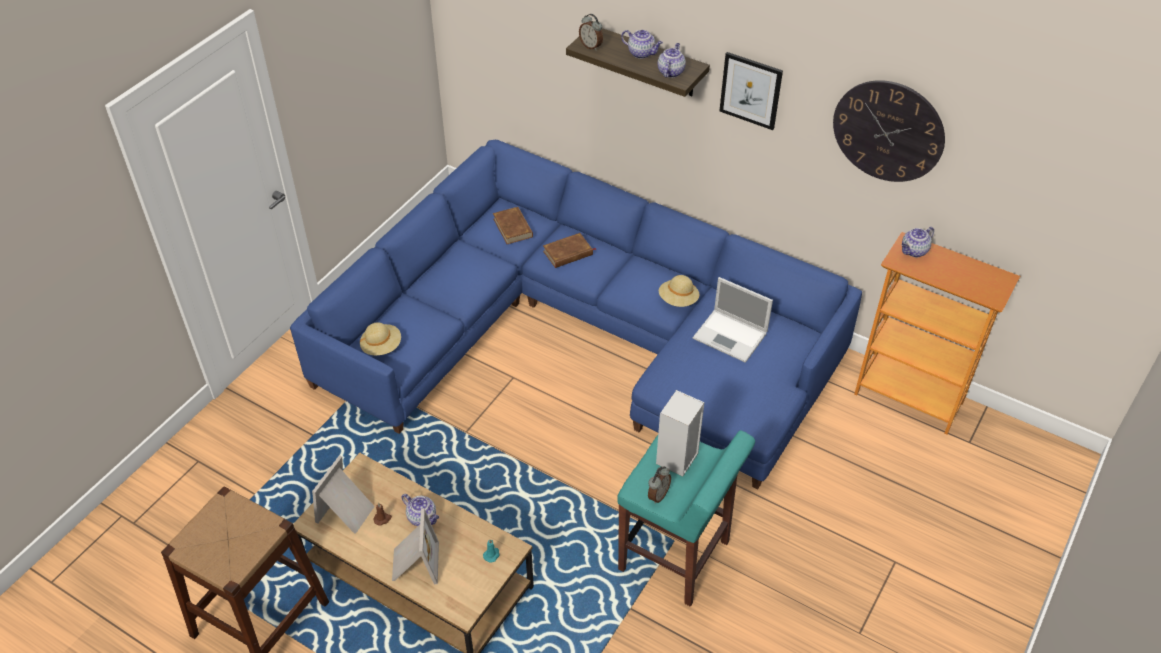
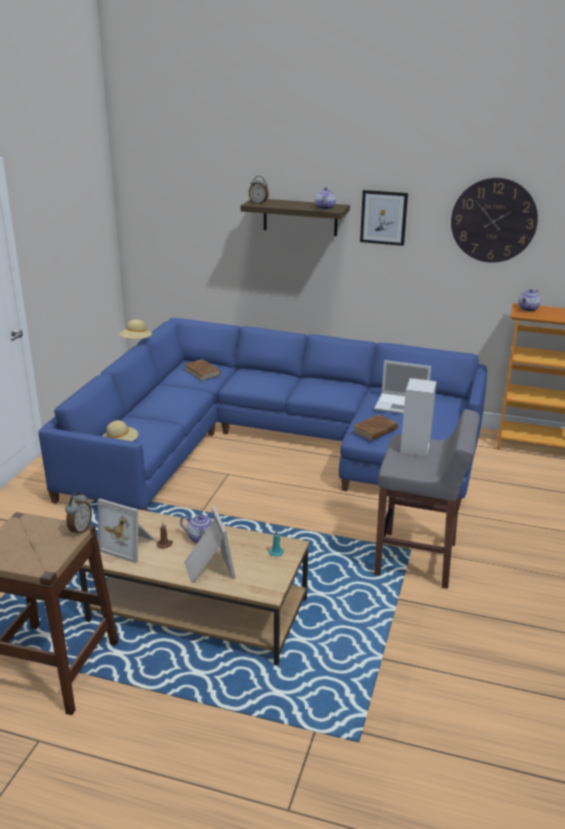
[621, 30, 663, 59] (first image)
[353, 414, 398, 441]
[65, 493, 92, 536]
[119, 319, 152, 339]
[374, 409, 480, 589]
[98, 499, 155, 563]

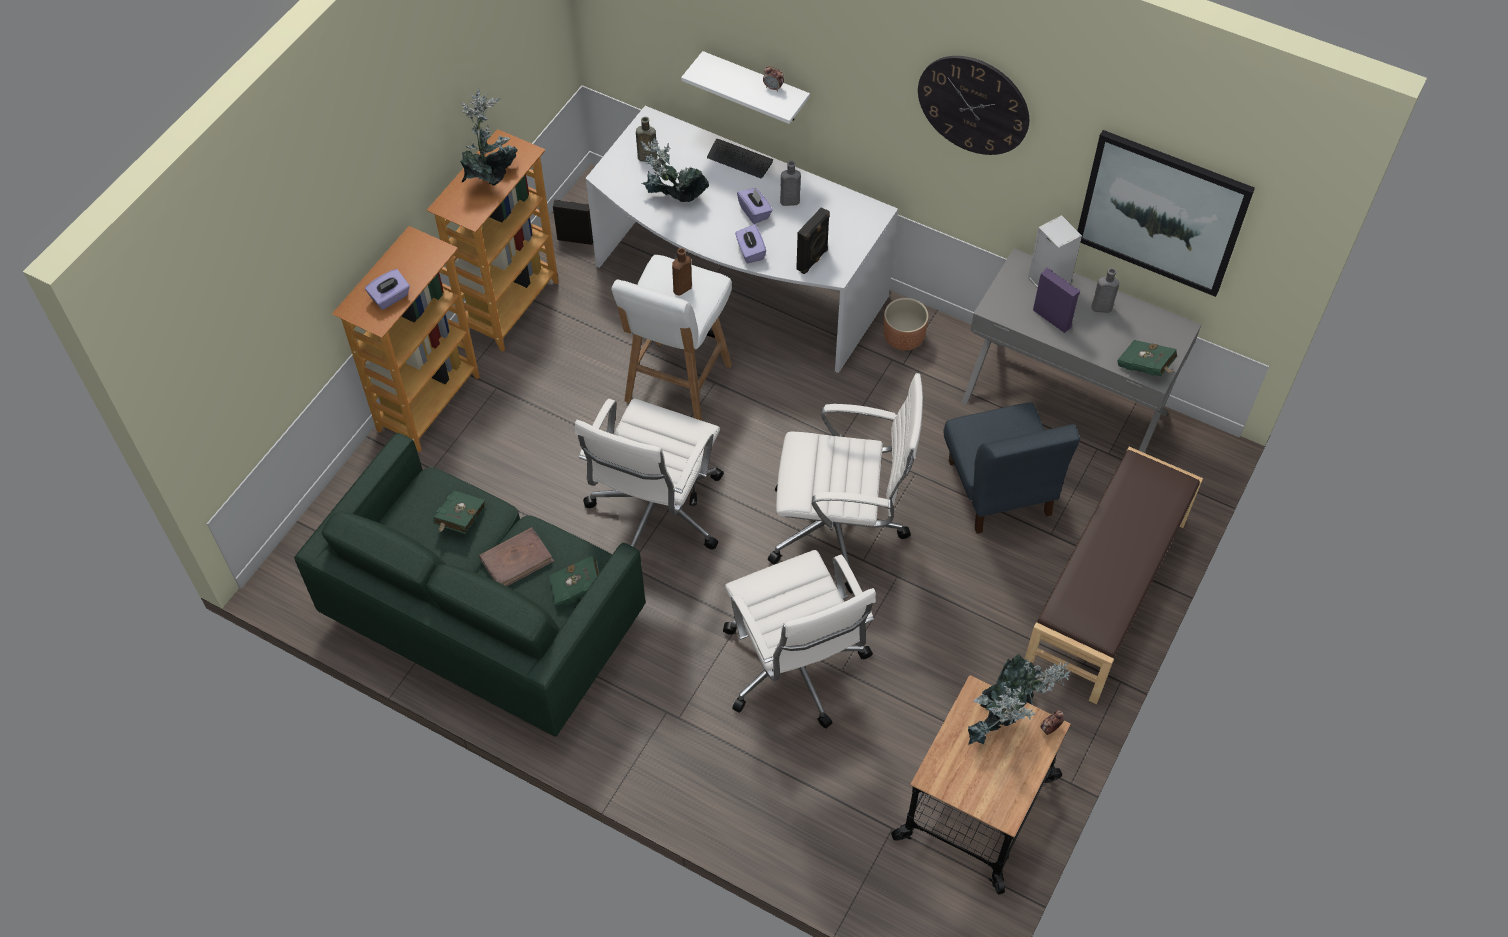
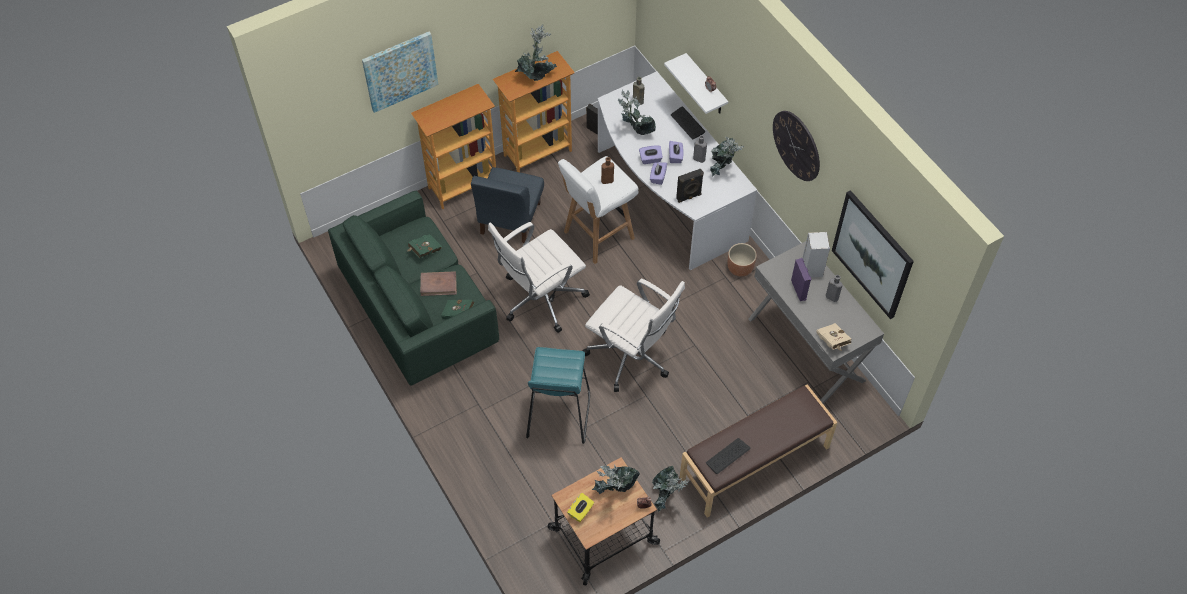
[362, 32, 438, 113]
[567, 493, 594, 522]
[706, 438, 751, 474]
[710, 137, 744, 177]
[639, 145, 663, 164]
[471, 167, 544, 243]
[526, 347, 590, 444]
[817, 323, 851, 351]

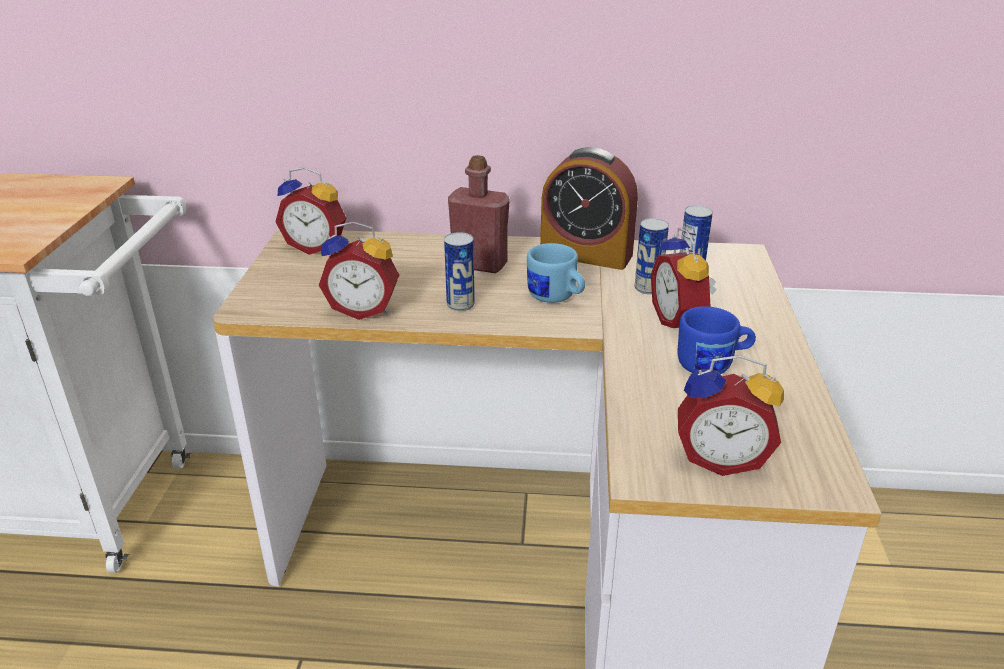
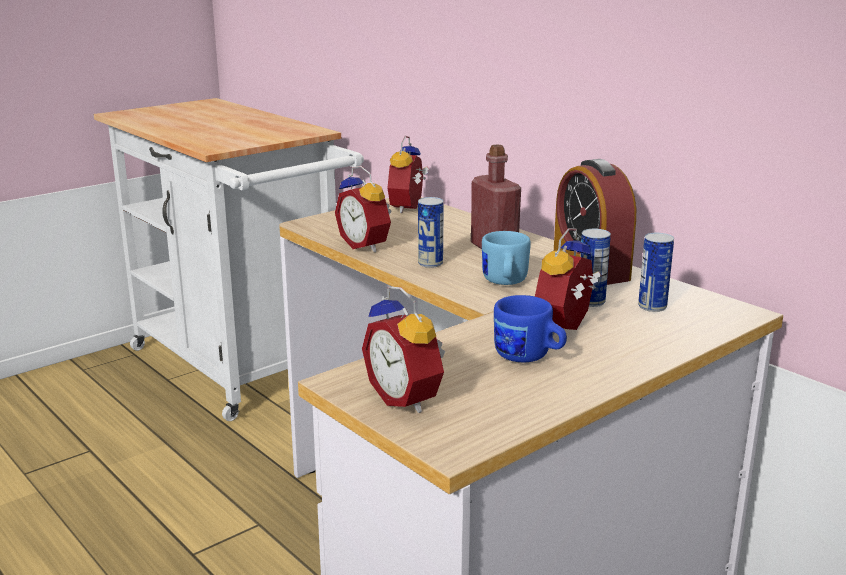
[388, 136, 429, 213]

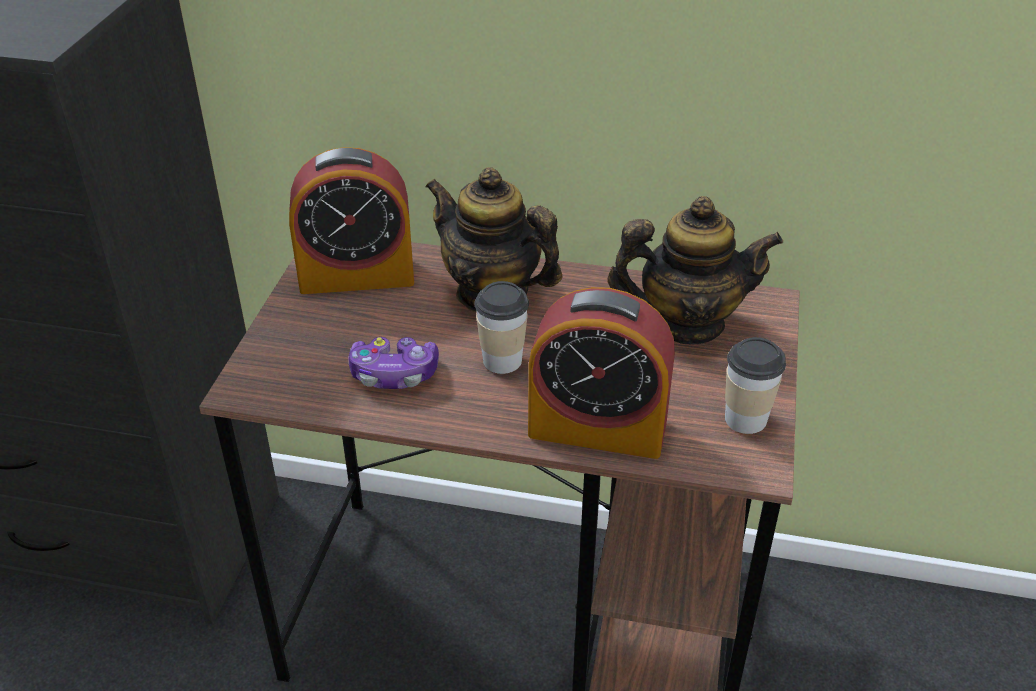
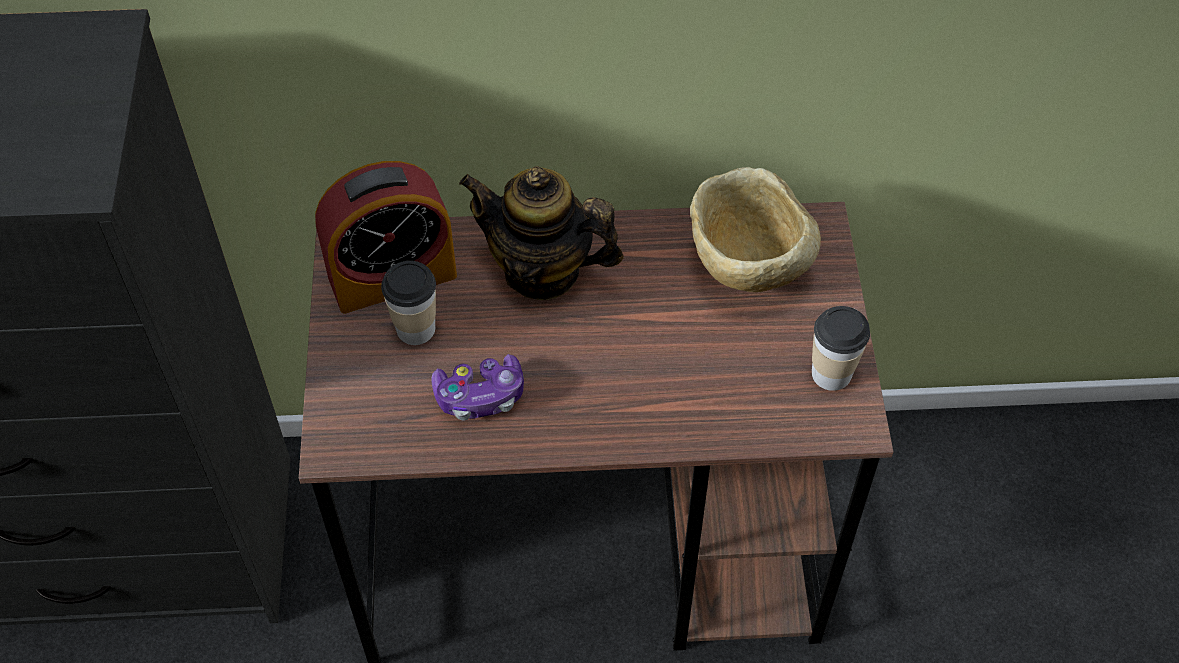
[528, 287, 675, 459] (first image)
[381, 261, 436, 345]
[690, 167, 821, 292]

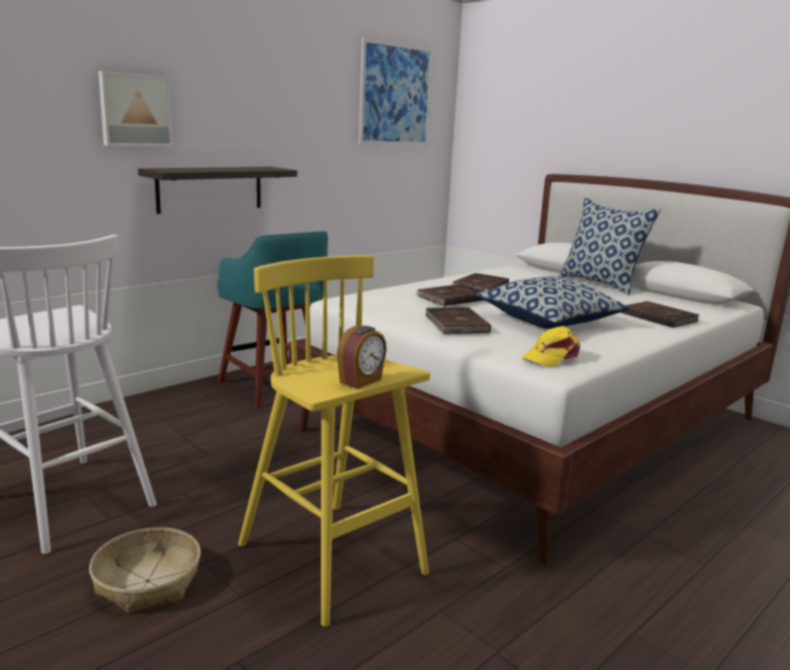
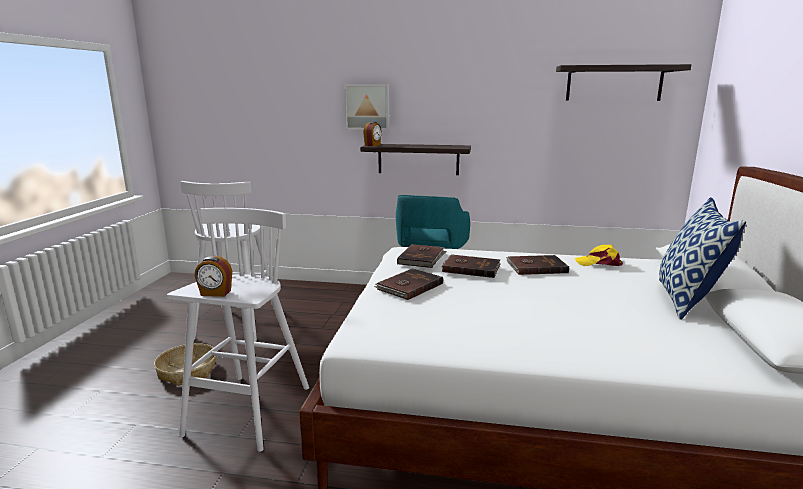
[476, 276, 631, 329] (first image)
[363, 122, 382, 146]
[575, 245, 623, 266]
[397, 244, 446, 268]
[556, 64, 691, 101]
[167, 208, 309, 452]

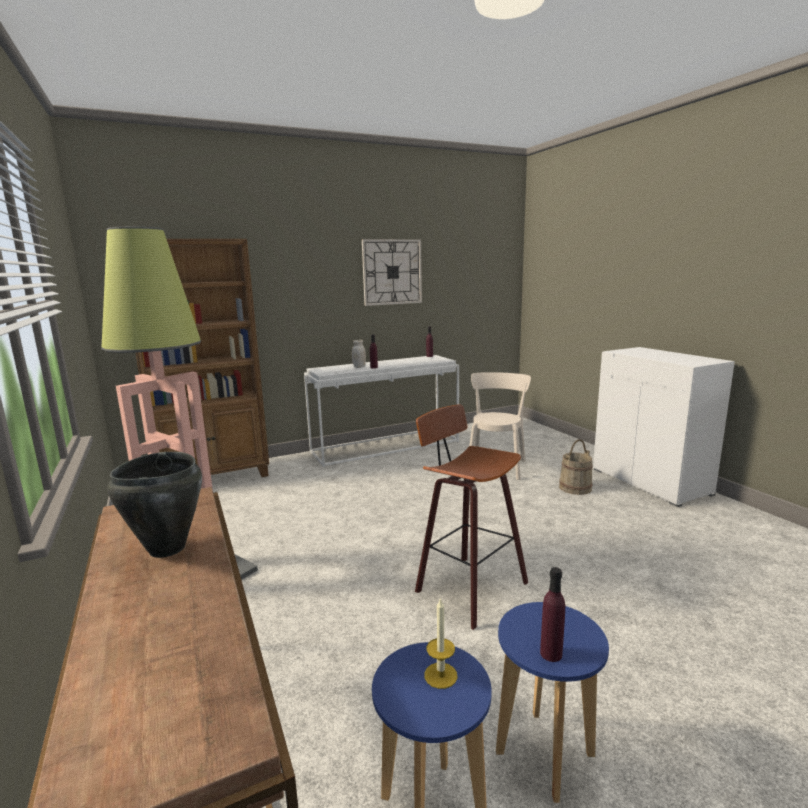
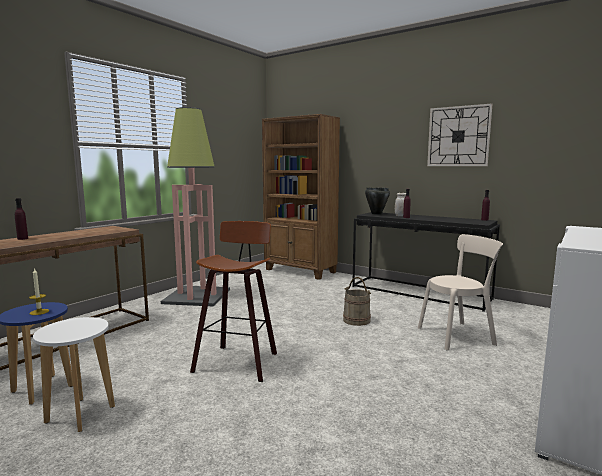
[365, 188, 390, 215]
[15, 198, 28, 240]
[343, 277, 371, 326]
[352, 212, 500, 312]
[33, 317, 115, 432]

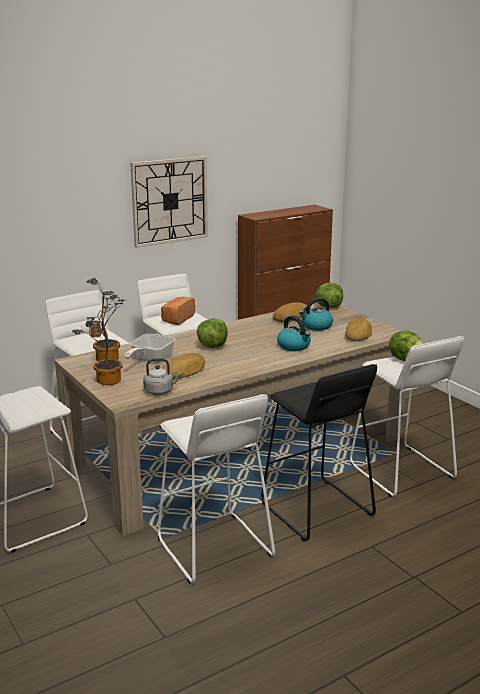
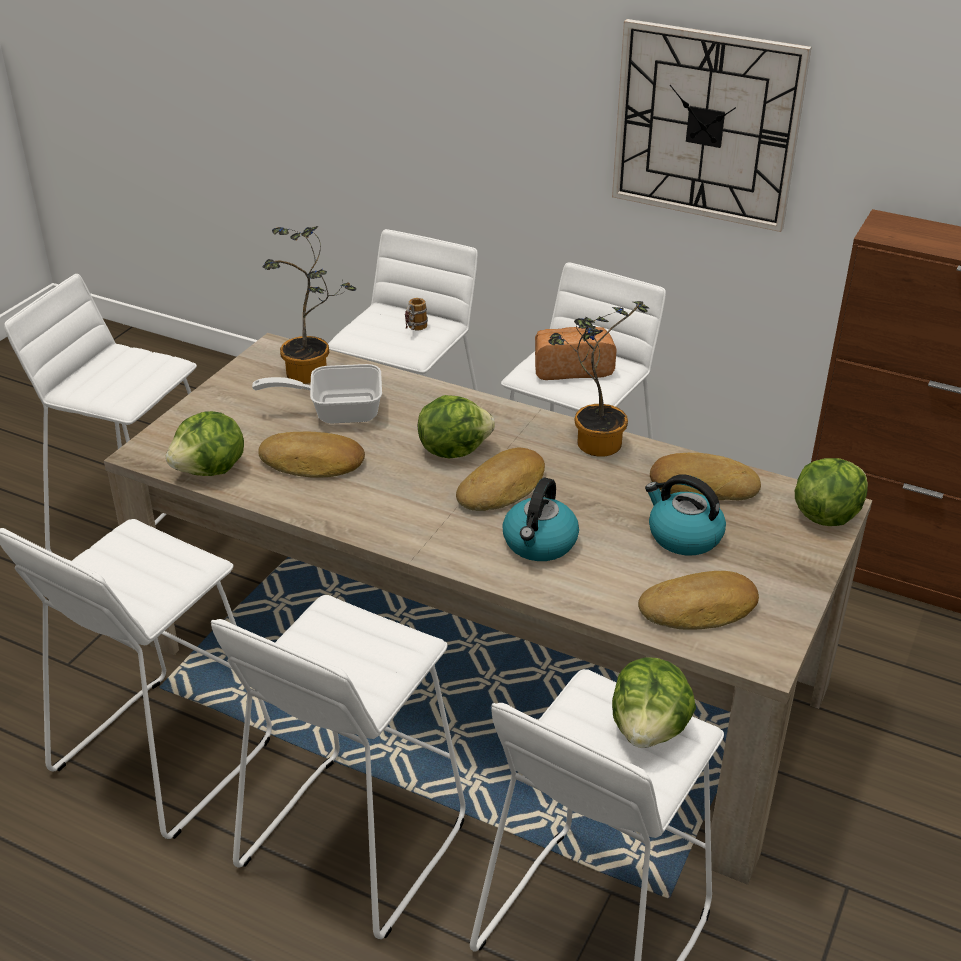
[456, 448, 545, 511]
[548, 301, 649, 457]
[166, 411, 244, 476]
[211, 595, 466, 939]

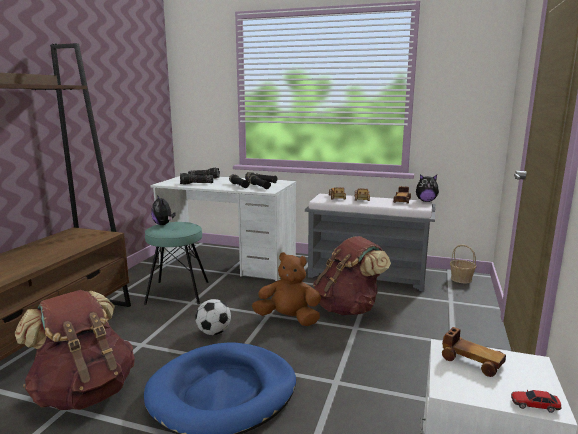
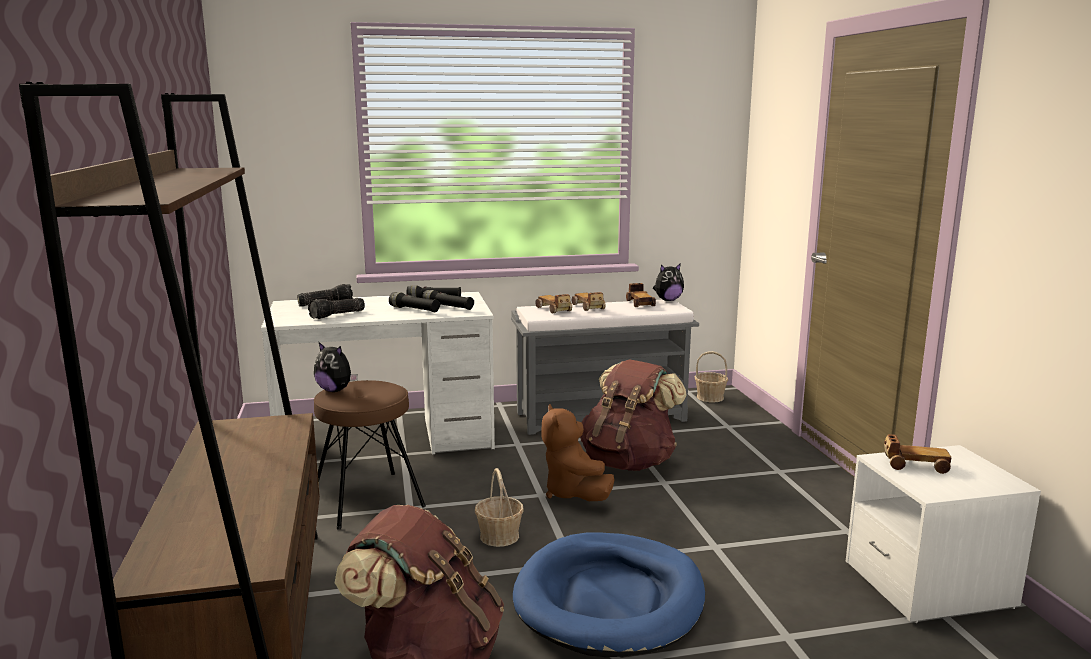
[511, 390, 562, 413] (first image)
[475, 468, 524, 547]
[314, 380, 426, 530]
[542, 404, 615, 501]

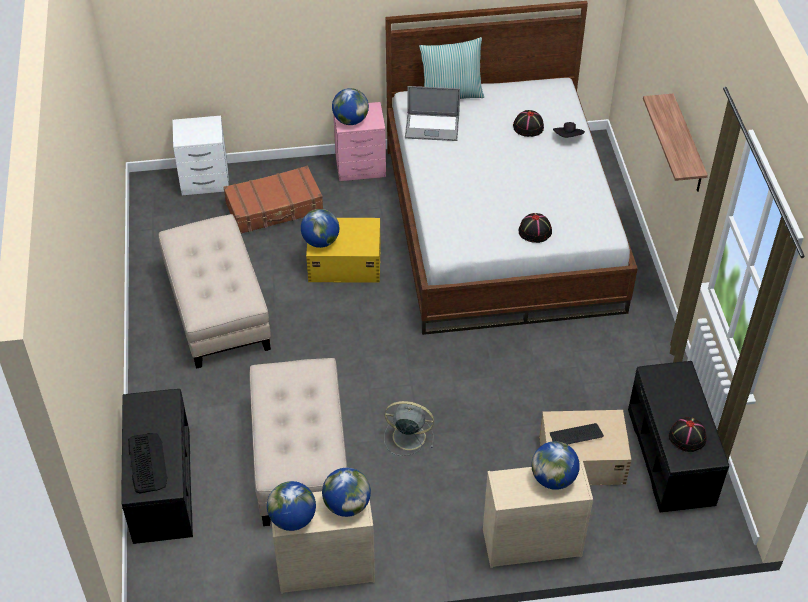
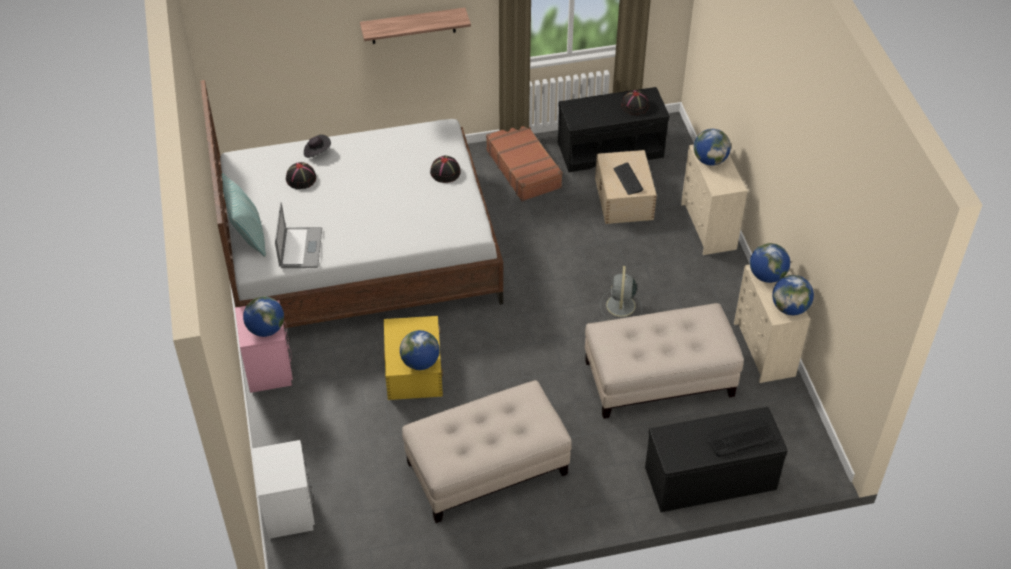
[486, 126, 563, 201]

